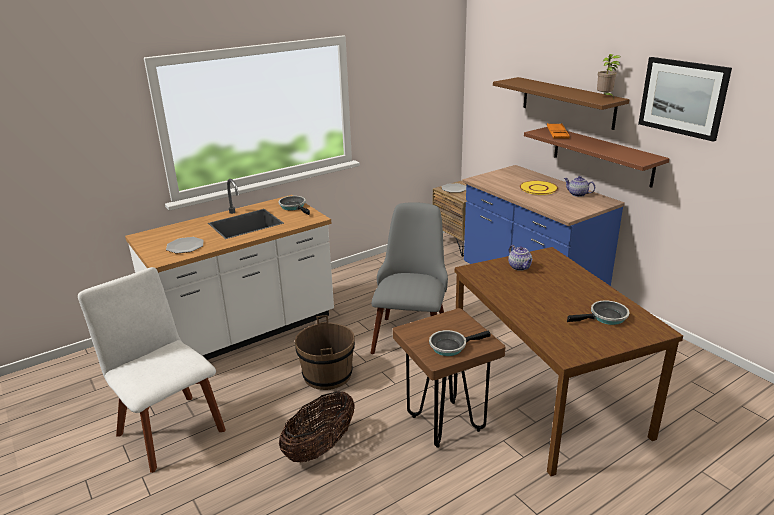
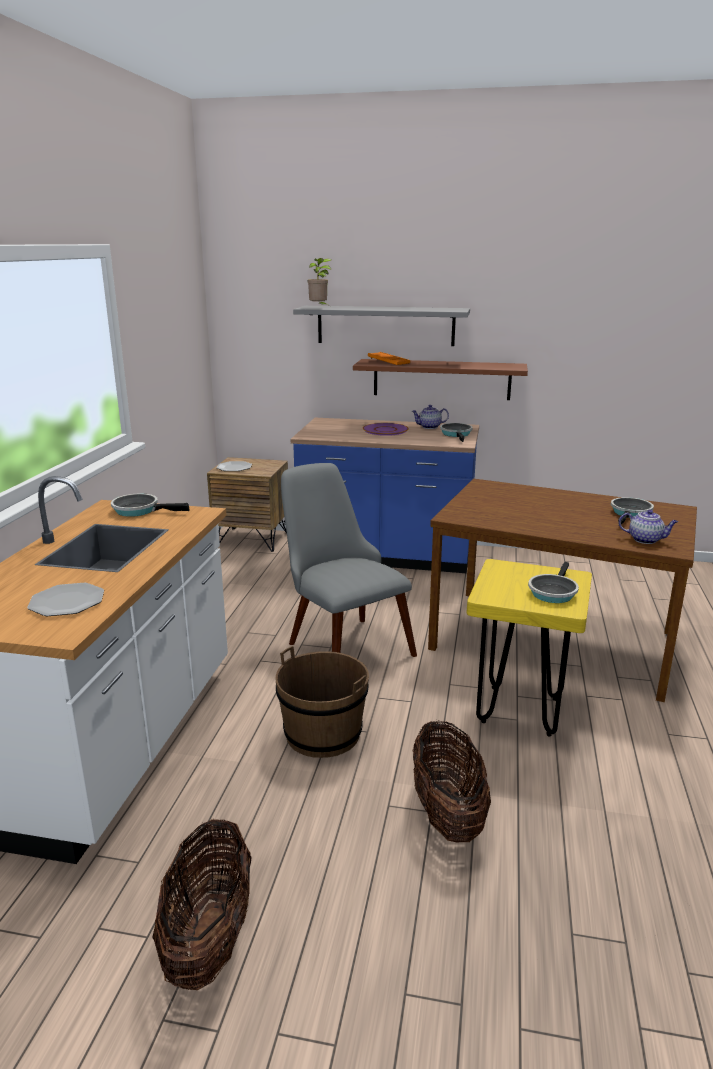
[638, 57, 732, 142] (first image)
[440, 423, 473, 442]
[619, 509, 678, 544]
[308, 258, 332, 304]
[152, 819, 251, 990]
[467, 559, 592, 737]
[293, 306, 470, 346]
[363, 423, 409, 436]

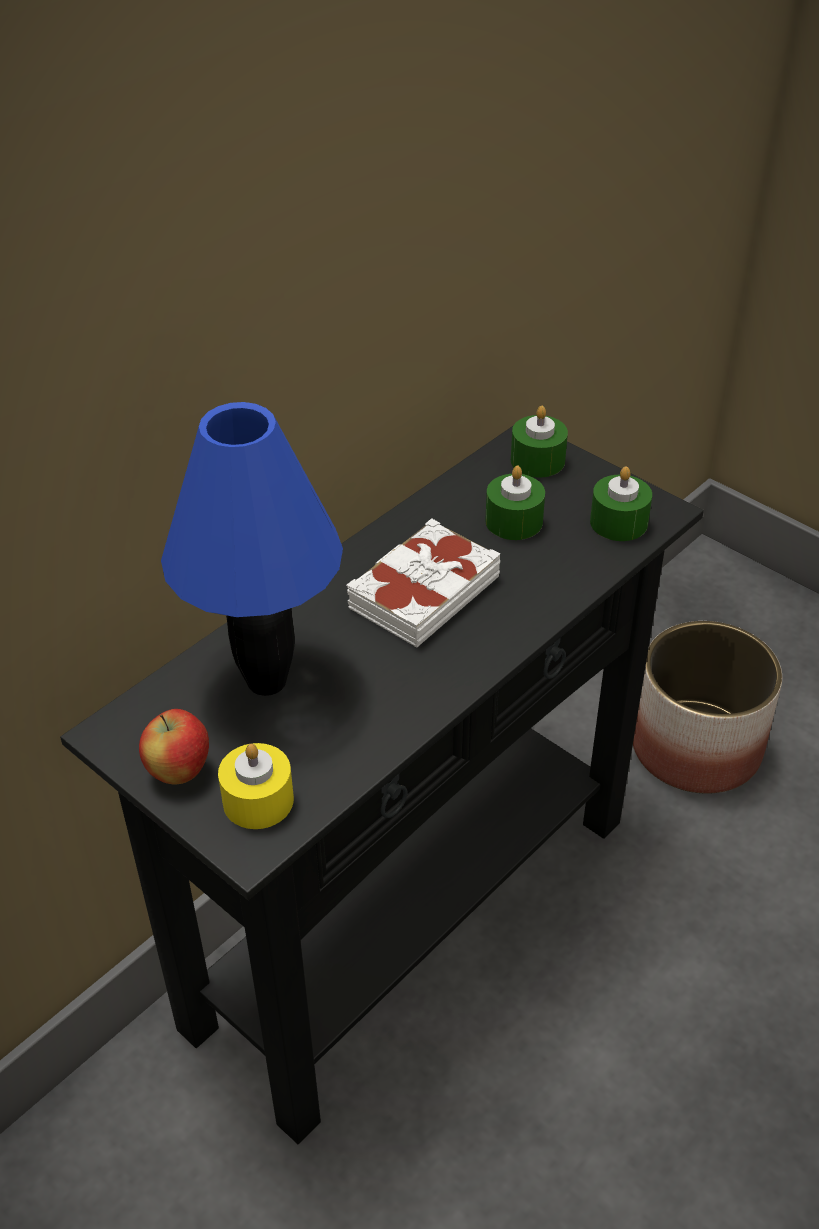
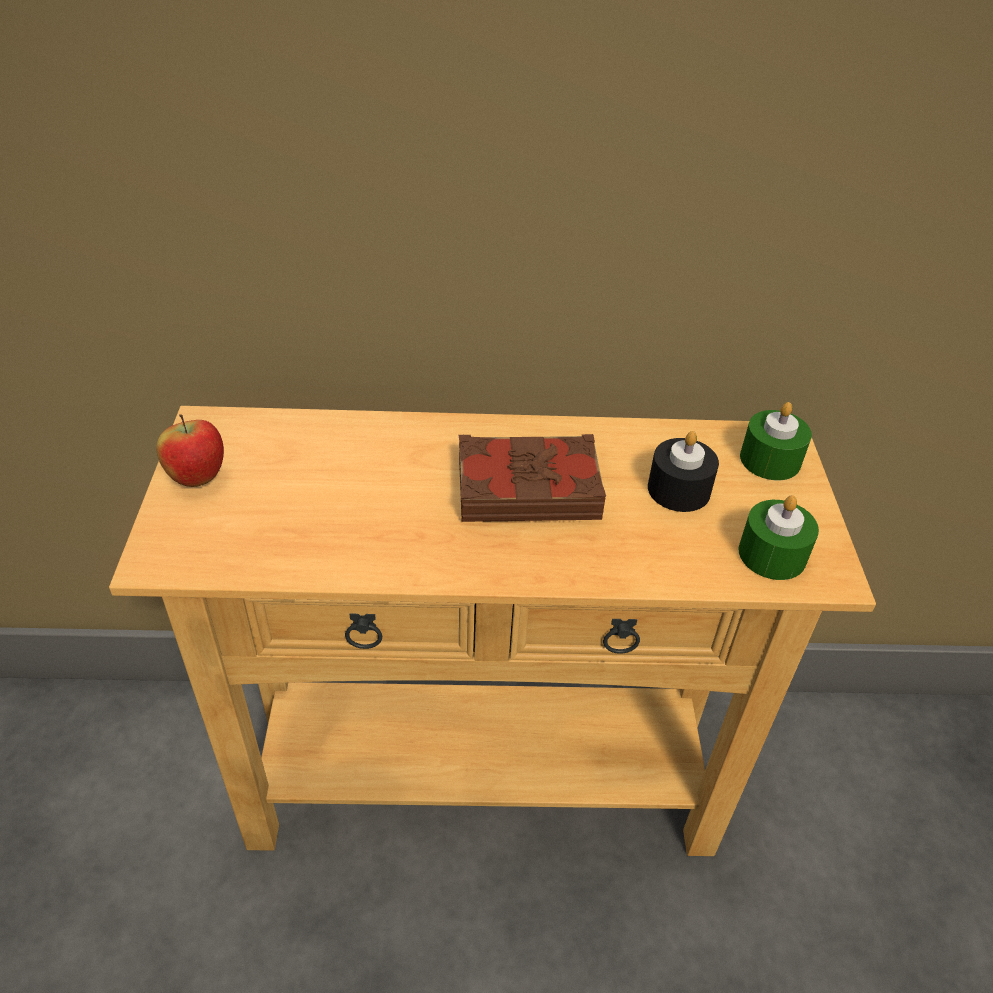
[161, 402, 343, 696] (first image)
[218, 743, 294, 829] (first image)
[633, 621, 782, 794] (first image)
[109, 406, 876, 856]
[459, 434, 606, 522]
[648, 431, 719, 512]

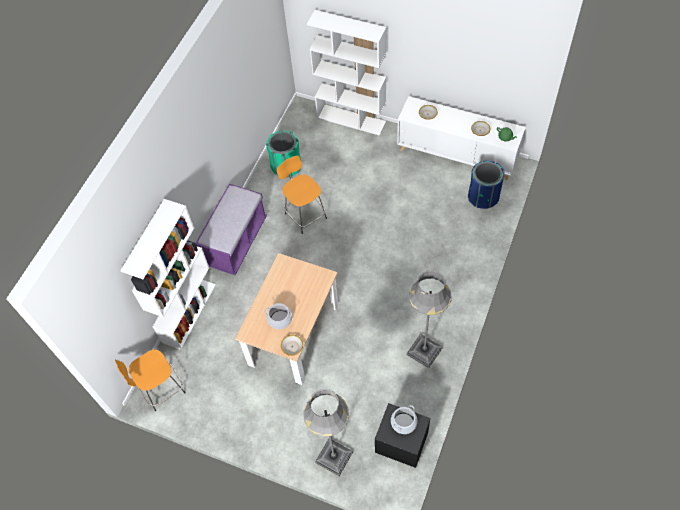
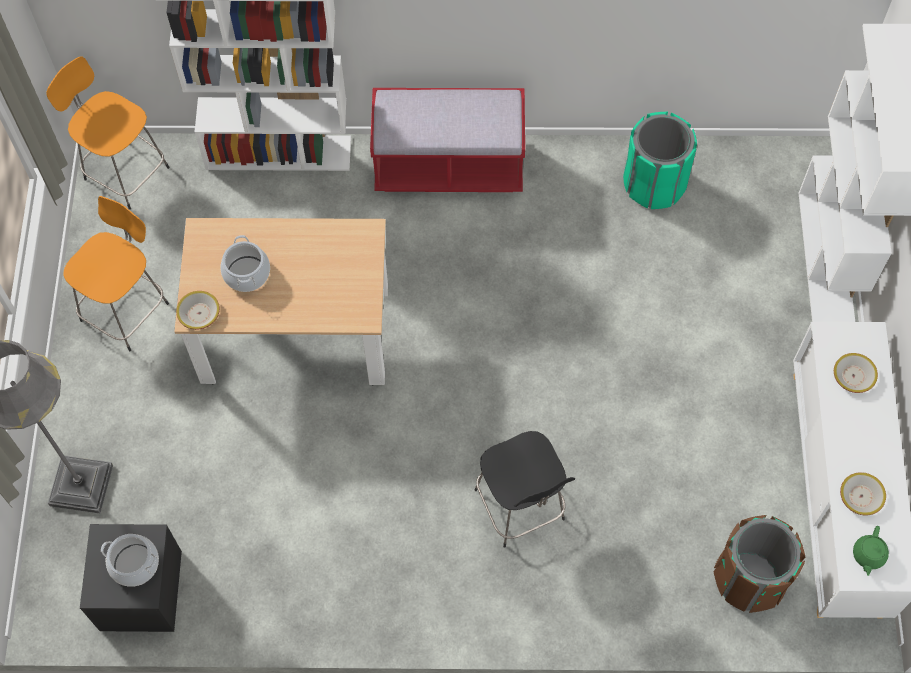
[407, 270, 452, 368] (first image)
[475, 431, 575, 548]
[63, 196, 169, 352]
[370, 88, 525, 192]
[714, 515, 805, 613]

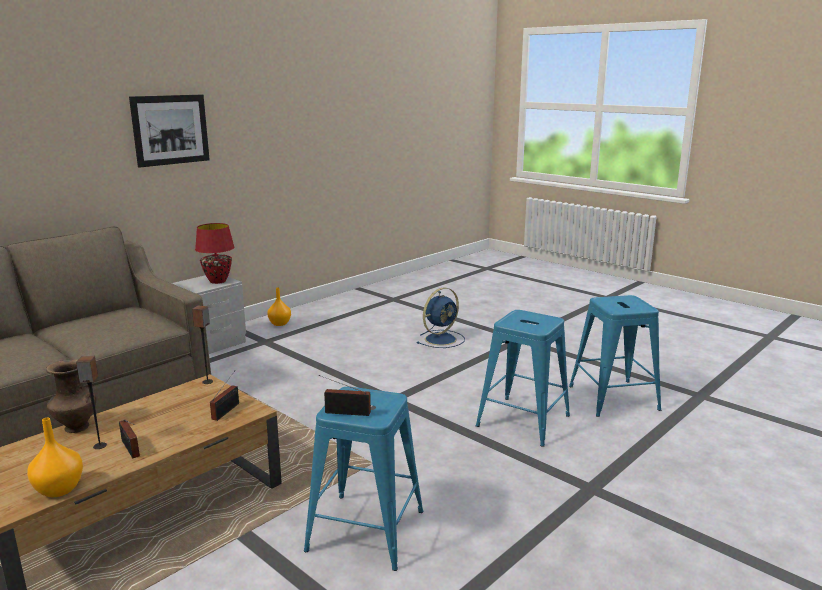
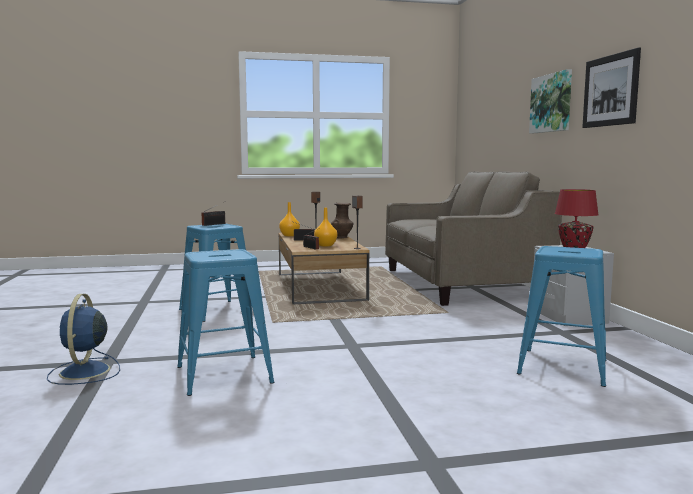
[529, 69, 572, 134]
[314, 208, 337, 247]
[47, 294, 120, 385]
[517, 246, 606, 387]

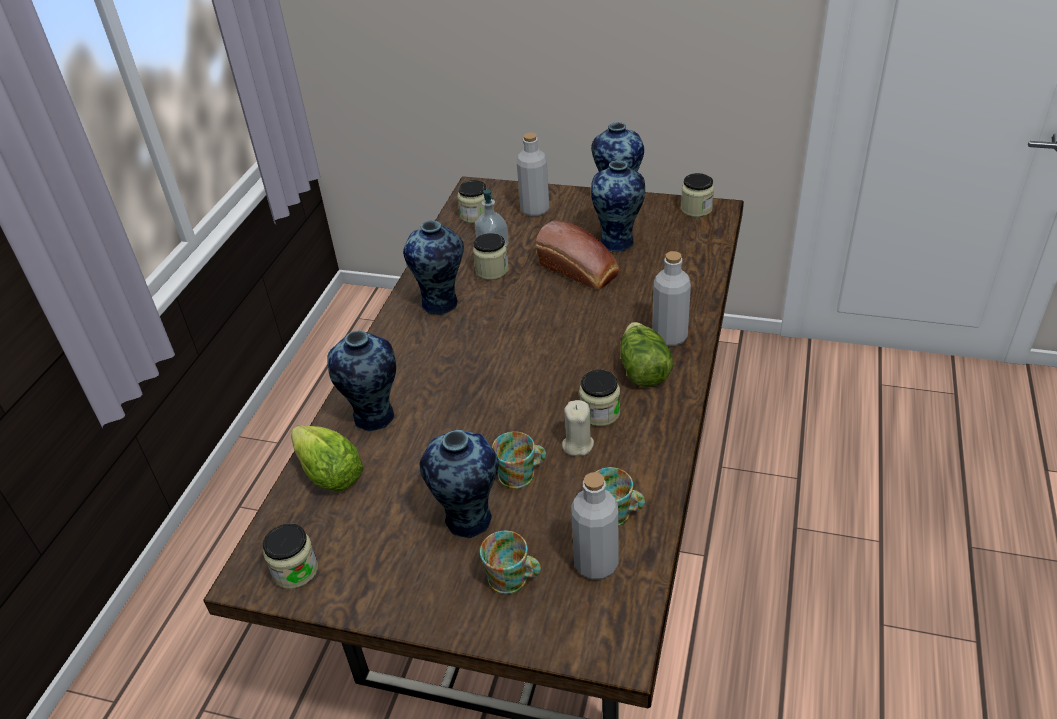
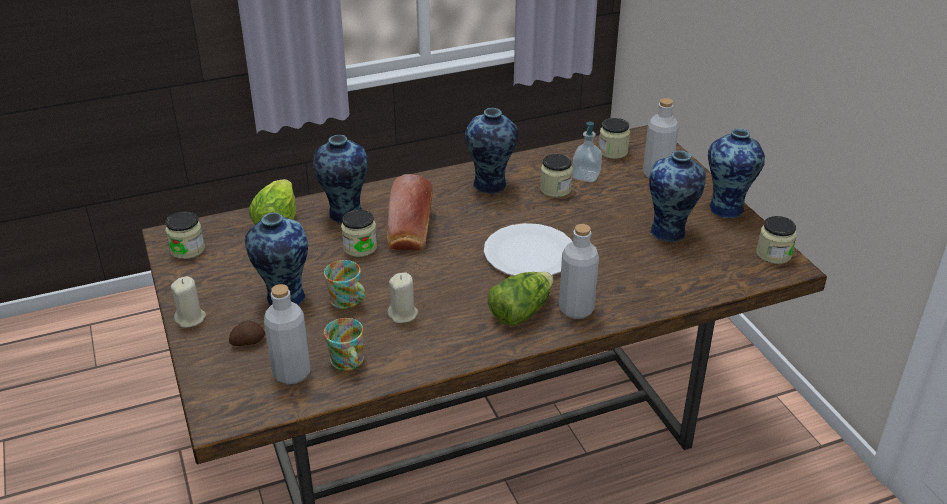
[171, 276, 206, 328]
[484, 223, 572, 276]
[387, 174, 433, 251]
[341, 210, 377, 257]
[229, 321, 265, 346]

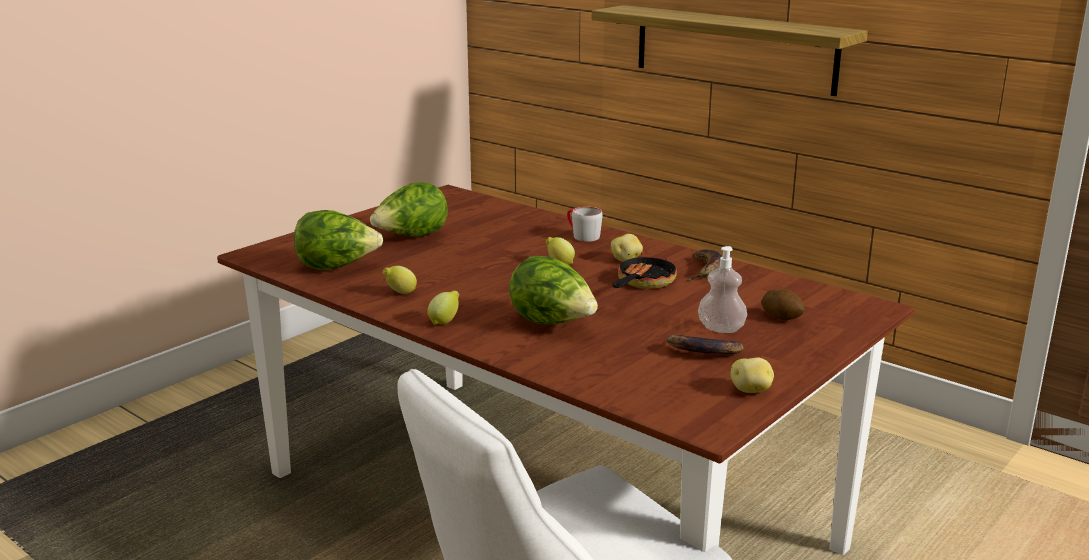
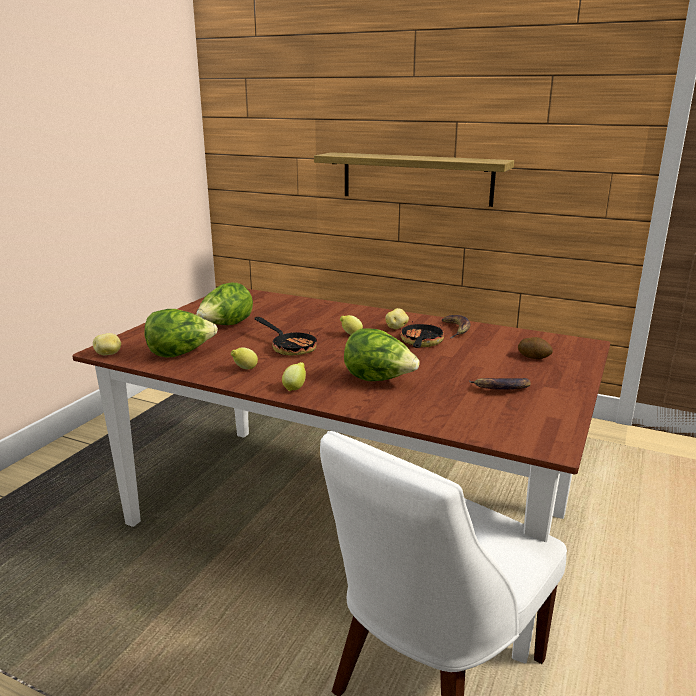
[567, 207, 603, 242] (first image)
[698, 246, 747, 333] (first image)
[254, 317, 317, 356]
[93, 333, 121, 355]

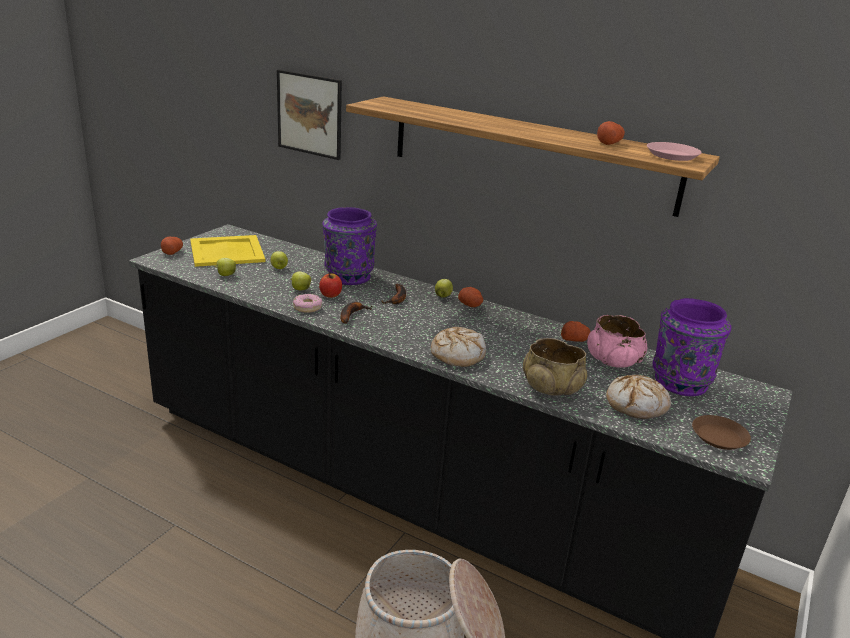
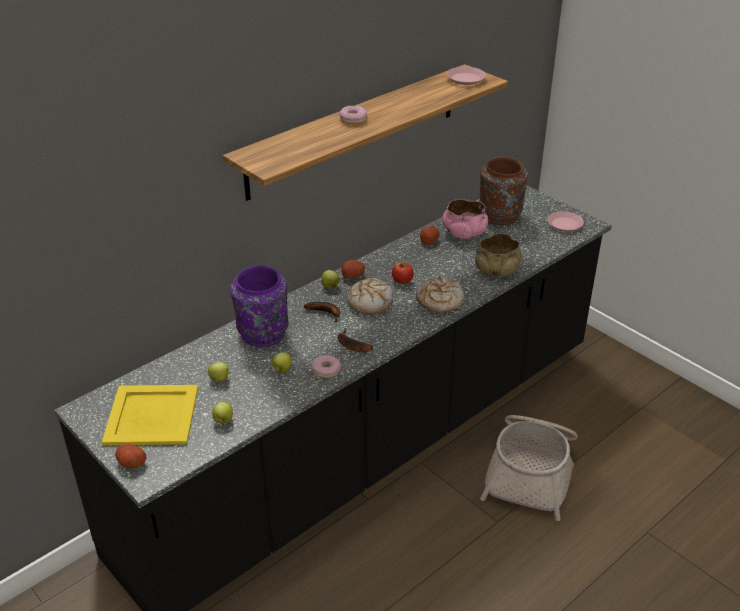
[277, 70, 342, 160] (first image)
[597, 121, 625, 145] (first image)
[339, 106, 367, 124]
[392, 262, 414, 284]
[347, 278, 393, 314]
[479, 156, 528, 225]
[548, 211, 584, 232]

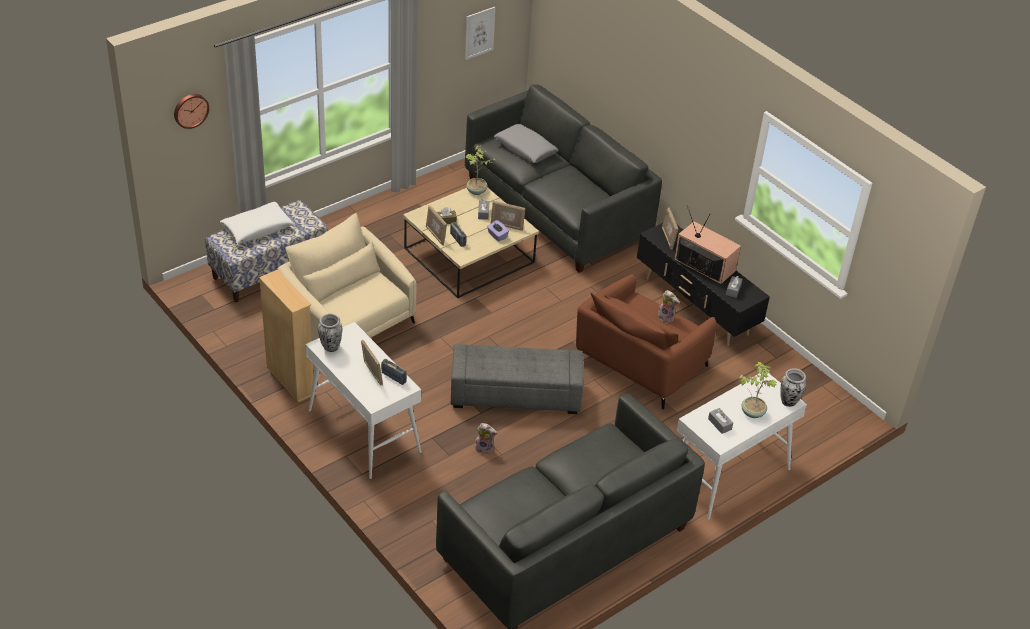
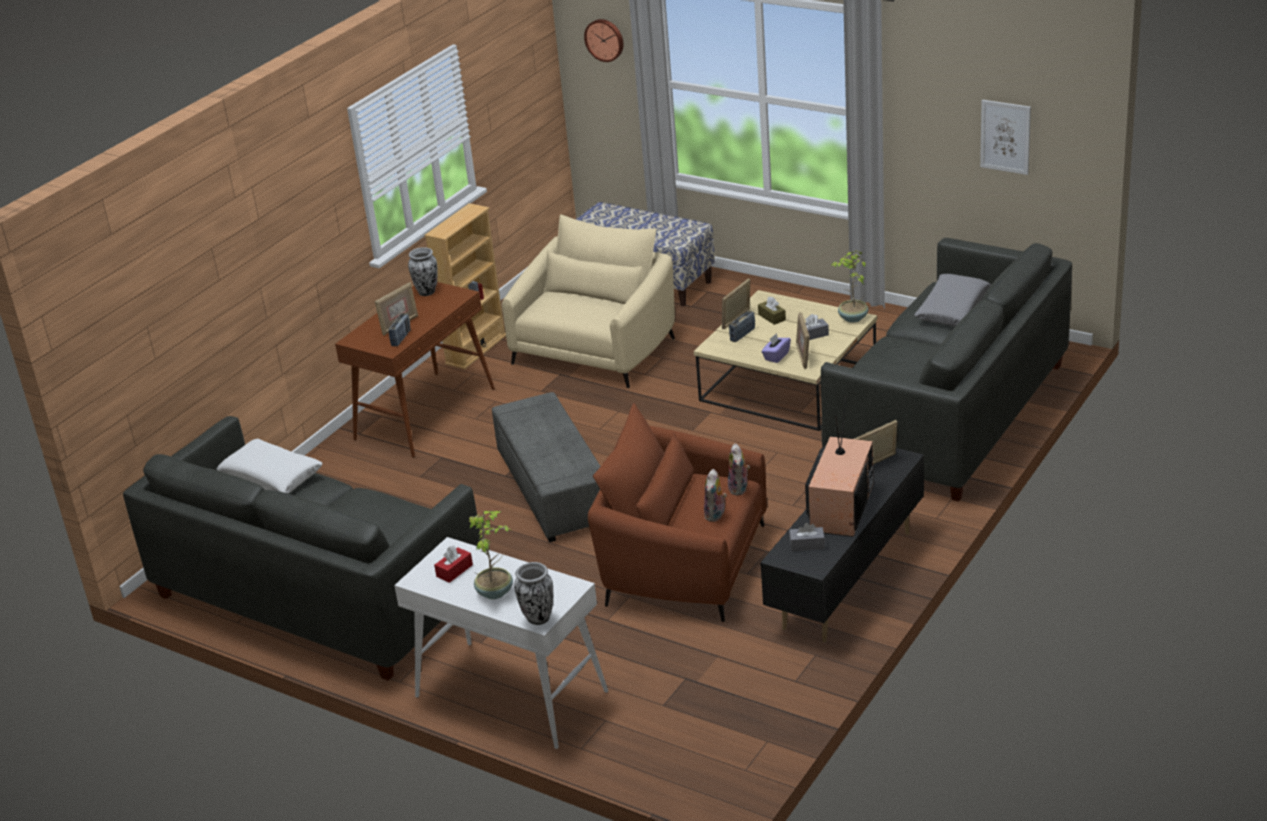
[217, 439, 322, 494]
[728, 443, 750, 495]
[335, 282, 495, 458]
[434, 546, 473, 583]

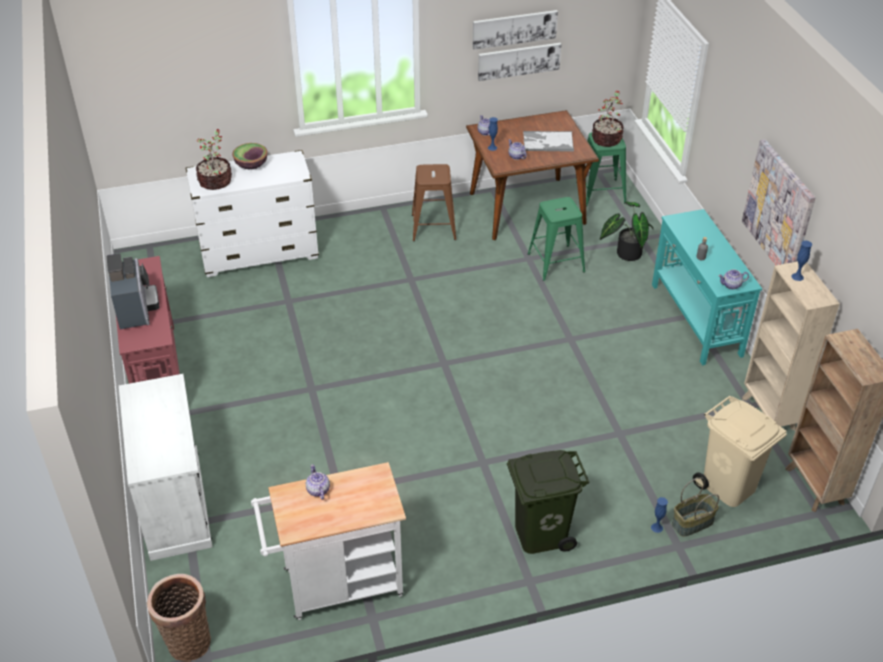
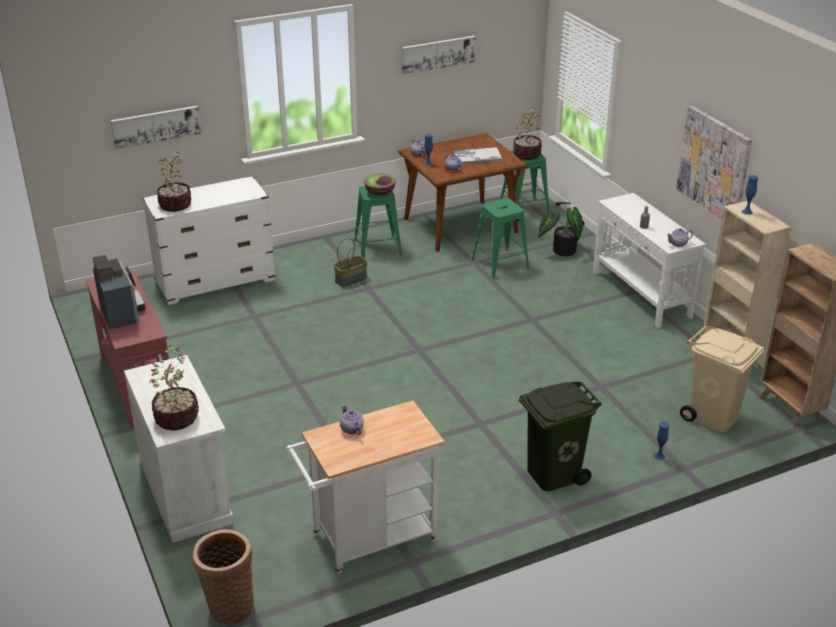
[150, 346, 199, 430]
[364, 174, 396, 196]
[110, 106, 201, 149]
[334, 238, 367, 287]
[354, 186, 402, 257]
[593, 193, 706, 328]

